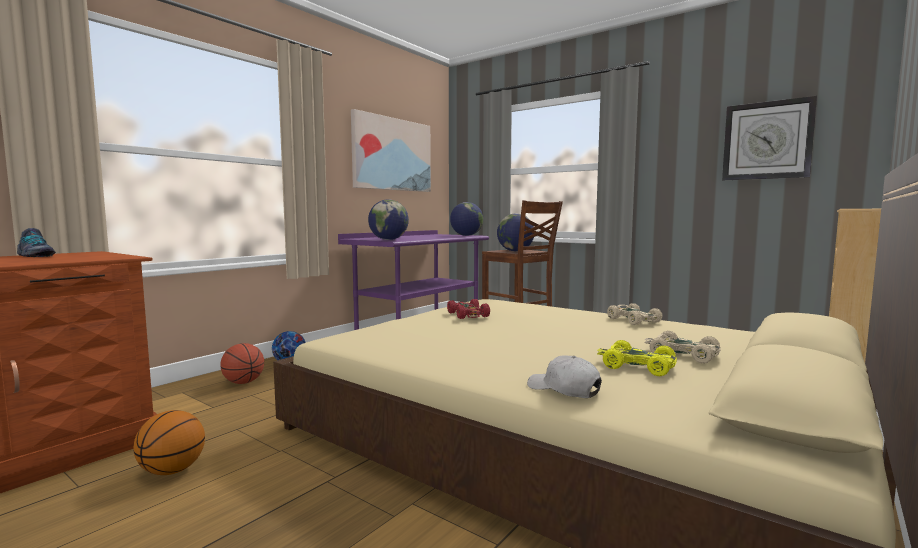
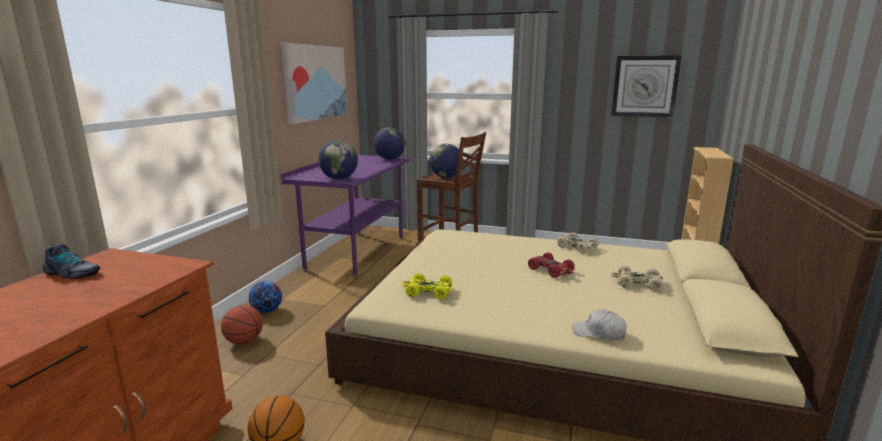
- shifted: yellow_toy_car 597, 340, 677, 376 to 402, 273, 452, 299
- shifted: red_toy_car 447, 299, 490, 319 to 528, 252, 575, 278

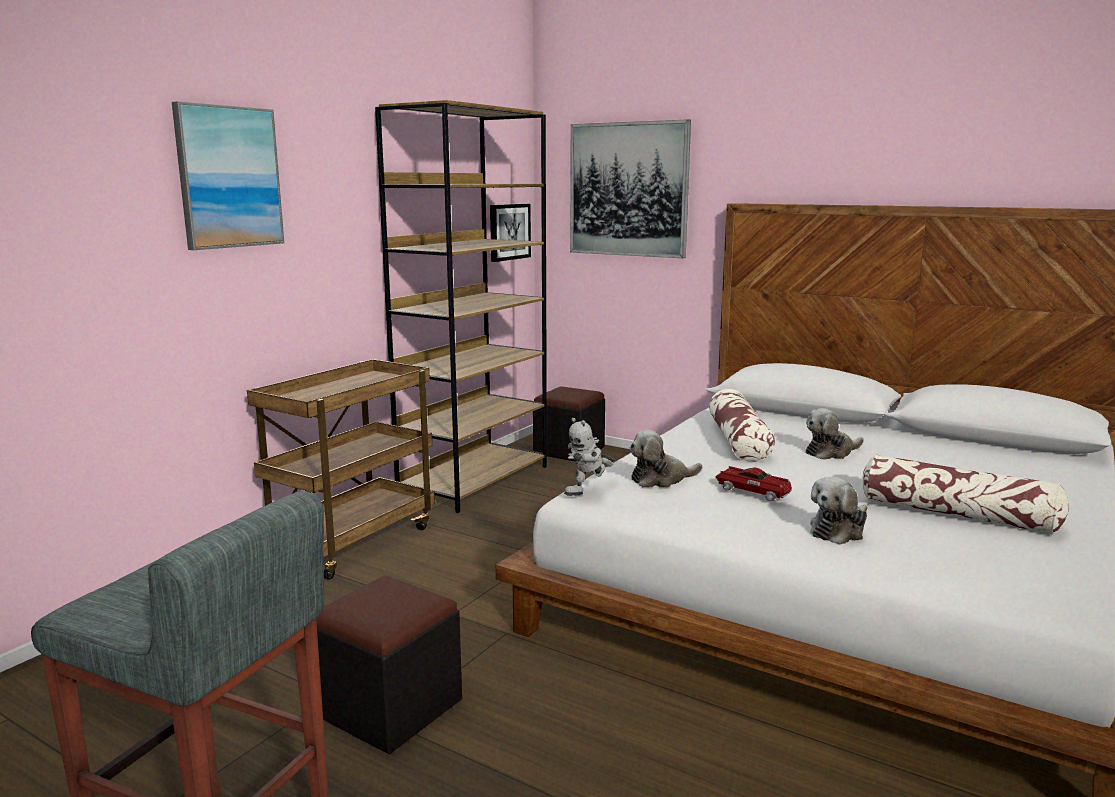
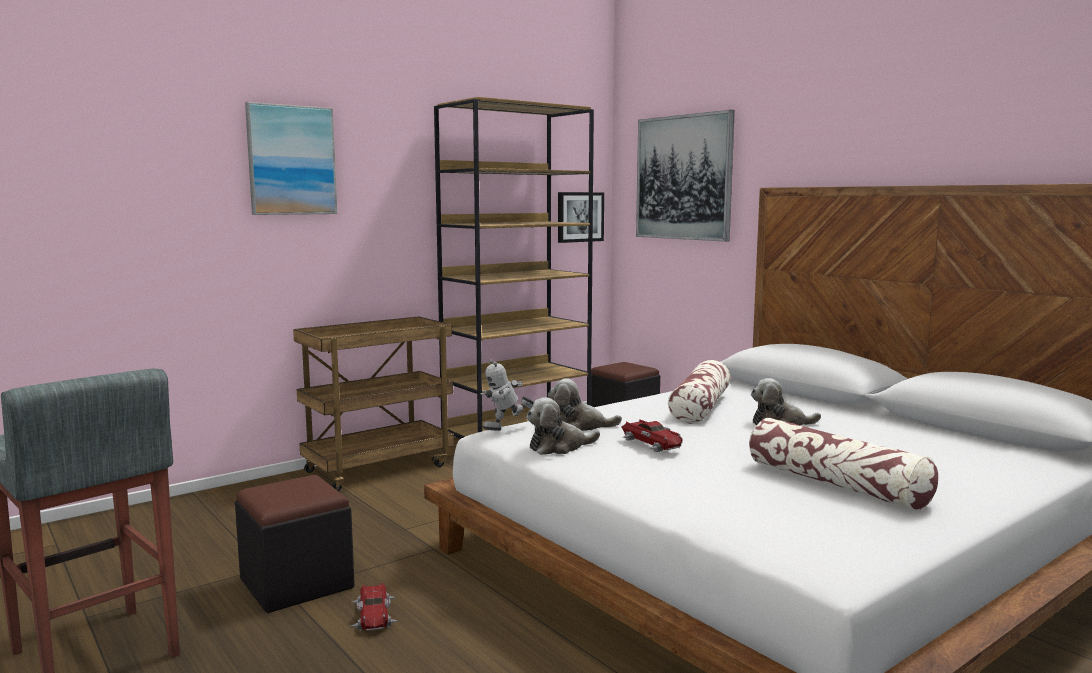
- new: toy_car 351, 582, 398, 631
- shifted: plush_toy 810, 477, 867, 545 to 526, 397, 600, 455

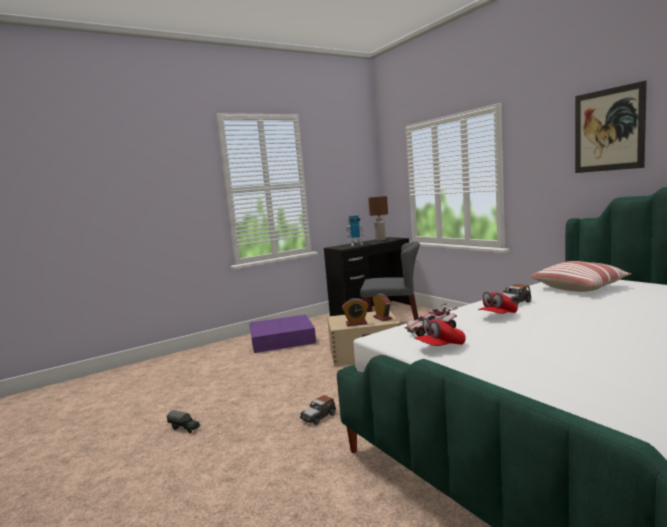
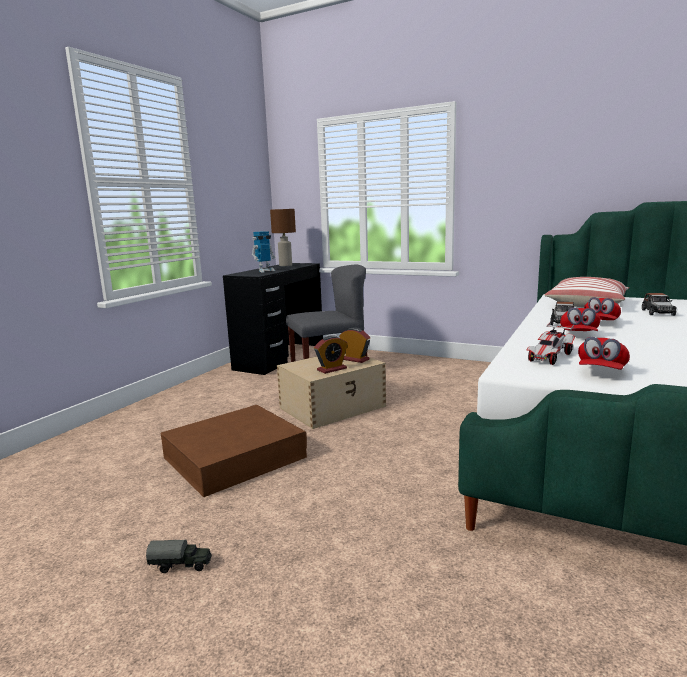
- new: brown_storage_box 160, 405, 307, 497
- new: red_cap 584, 297, 621, 320
- shifted: toy_car 300, 395, 336, 425 to 642, 293, 677, 316
- gone: purple_storage_box 249, 314, 316, 353
- gone: picture 575, 81, 647, 173

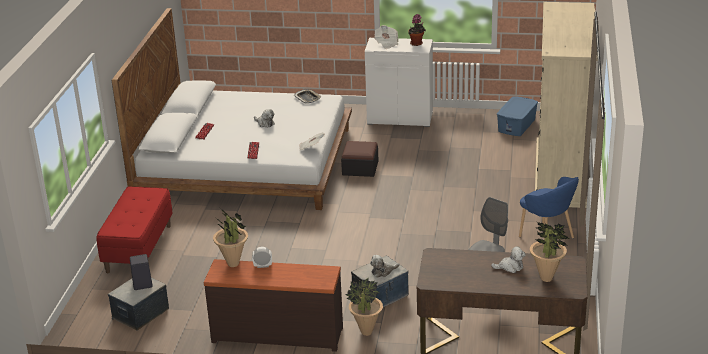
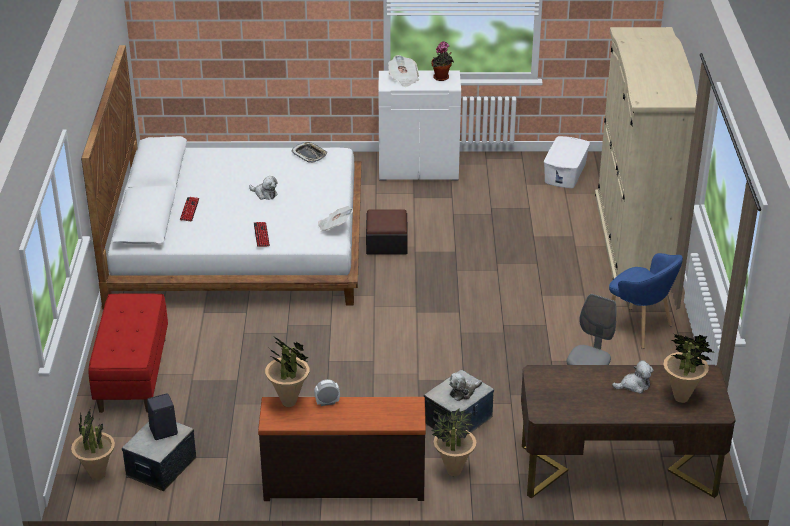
- new: potted_plant 71, 408, 115, 481
- repainted: blue_storage_box 497, 96, 538, 136 to white_storage_box 544, 136, 590, 188

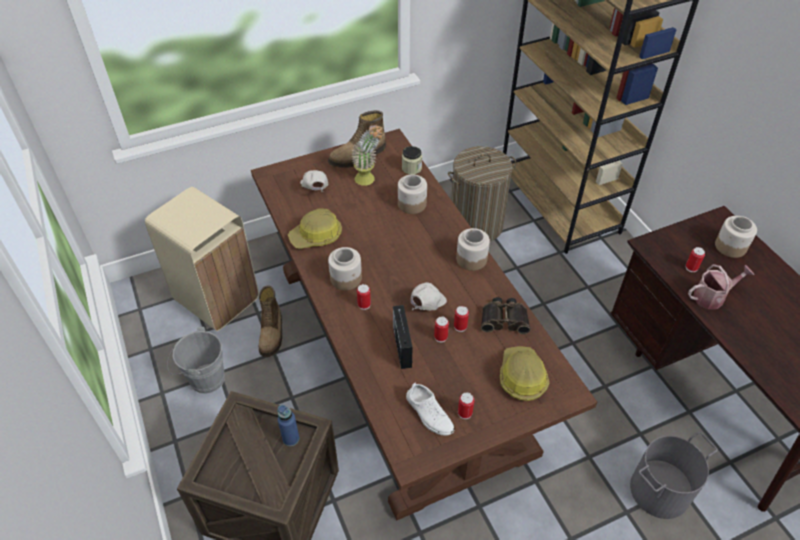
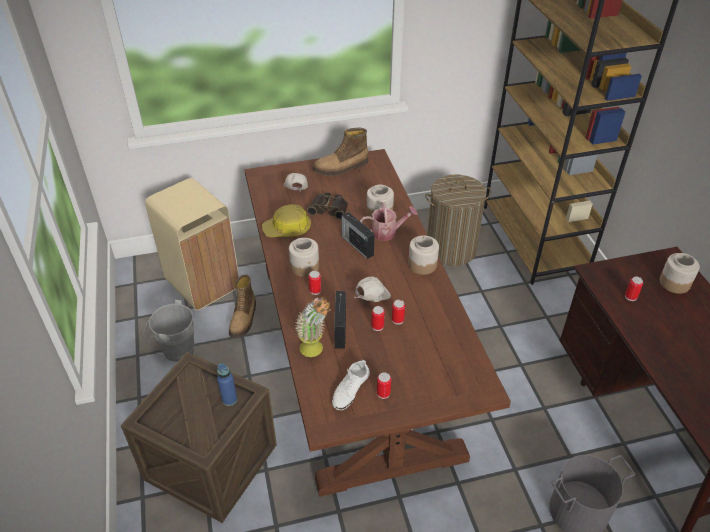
- shifted: potted_plant 351, 124, 384, 186 to 294, 297, 331, 357
- shifted: binoculars 481, 297, 530, 334 to 307, 193, 348, 220
- rotated: white_shoe 406, 382, 455, 436 = 332, 359, 370, 410 60 degrees clockwise
- new: radio 341, 212, 374, 259
- shifted: watering_can 688, 264, 754, 309 to 360, 202, 418, 241
- gone: jar 402, 146, 422, 175
- gone: hard_hat 500, 346, 549, 401

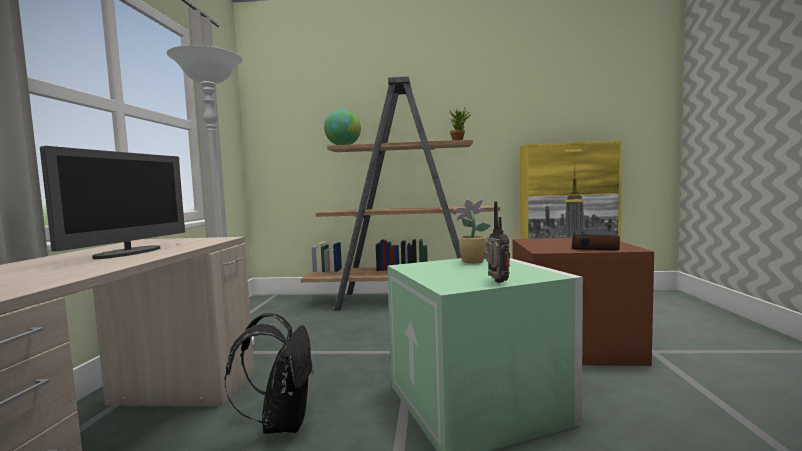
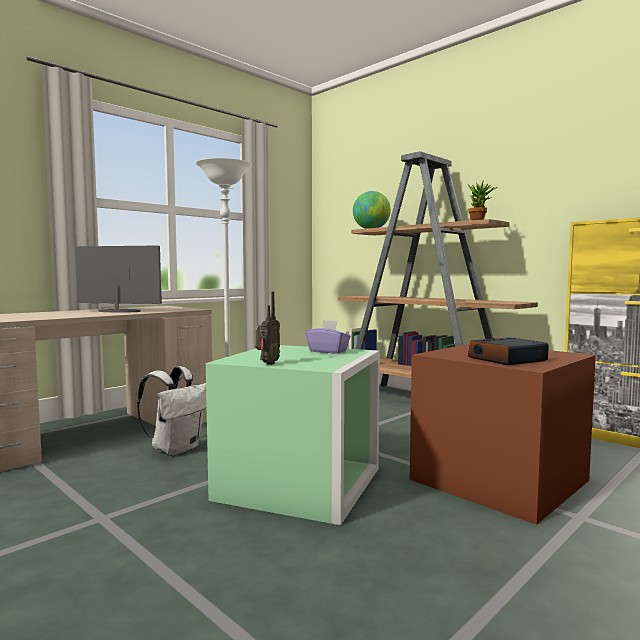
- rotated: monitor 40, 146, 185, 259 = 75, 246, 162, 312 135 degrees counterclockwise
- repainted: black_backpack 224, 313, 314, 434 to white_backpack 137, 366, 207, 455
- swapped: potted_plant 454, 199, 491, 264 to purple_tissue_box 305, 320, 351, 354

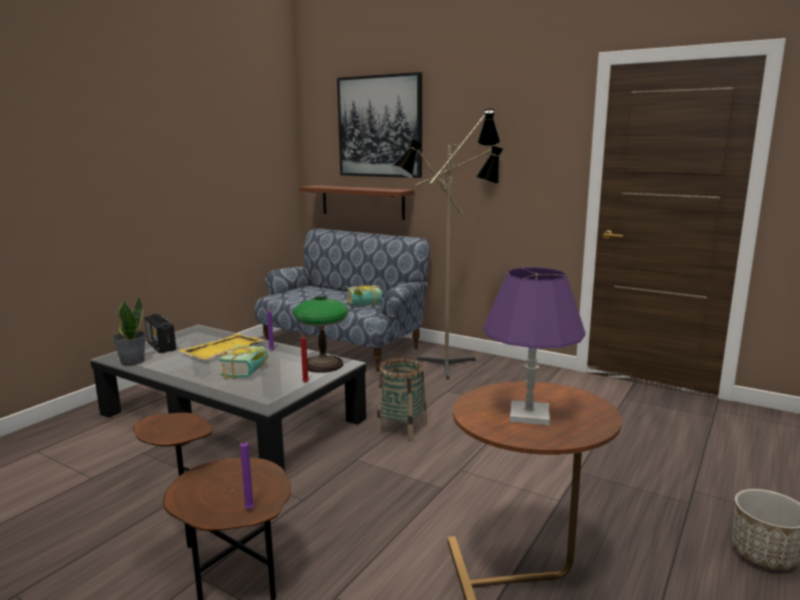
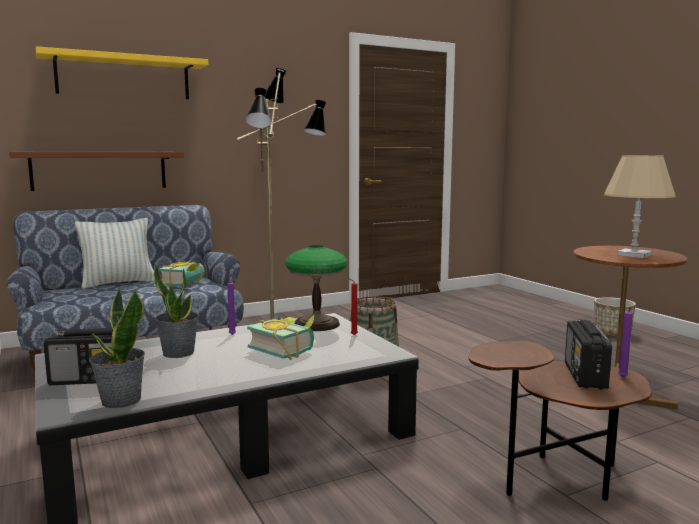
- swapped: picture 337, 72, 422, 178 to yellow_shelf 36, 46, 209, 99
- new: pillow 75, 218, 154, 289
- swapped: yellow_tray 178, 333, 263, 360 to potted_plant 153, 265, 199, 358
- new: radio 565, 320, 612, 389
- repainted: purple_table_lamp 483, 267, 585, 425 to beige_table_lamp 604, 156, 676, 258

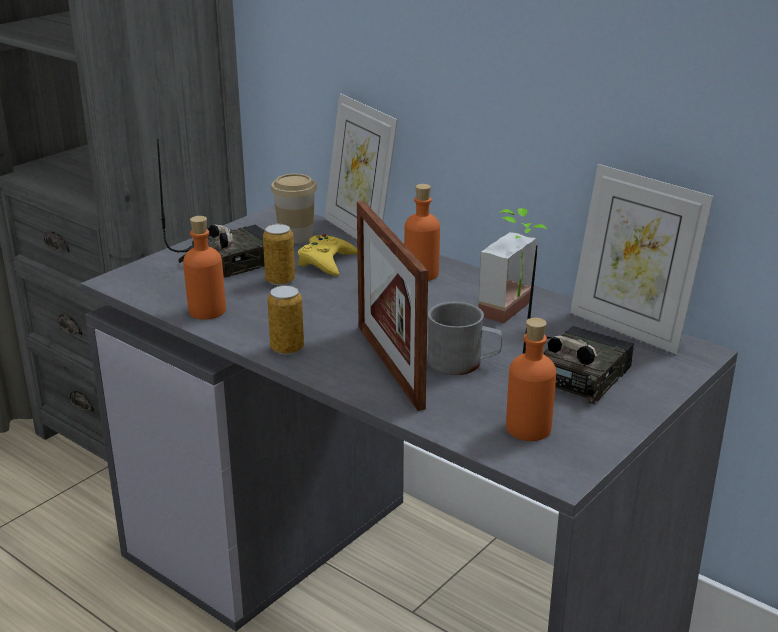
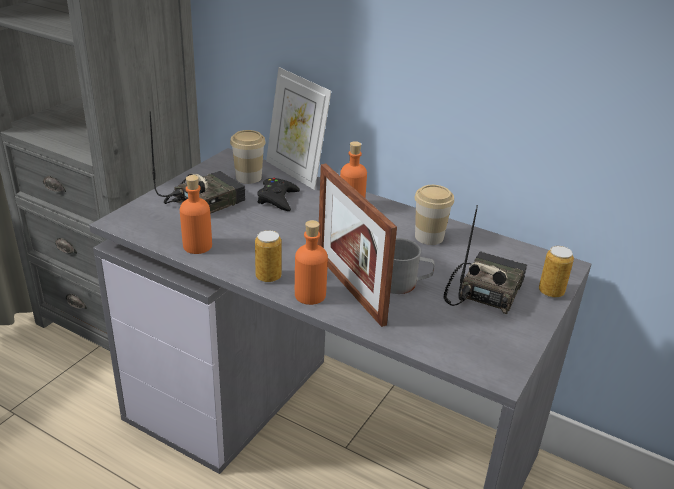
- repainted: yellow_game_controller 298, 234, 357, 276 to black_game_controller 257, 178, 300, 211
- shifted: orange_bottle 506, 318, 556, 441 to 295, 220, 328, 305
- swapped: potted_plant 478, 208, 547, 323 to cup 414, 185, 454, 245
- shifted: can 263, 224, 295, 285 to 539, 246, 574, 298
- gone: picture_frame 570, 164, 714, 354

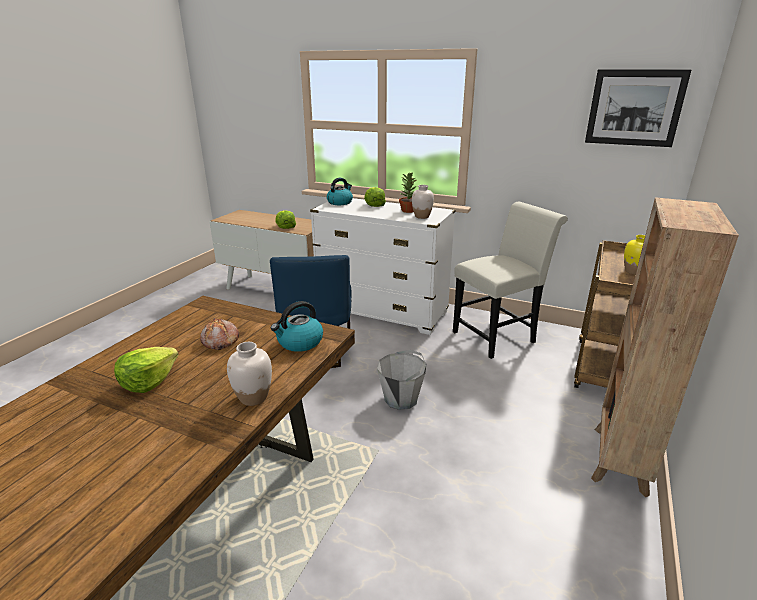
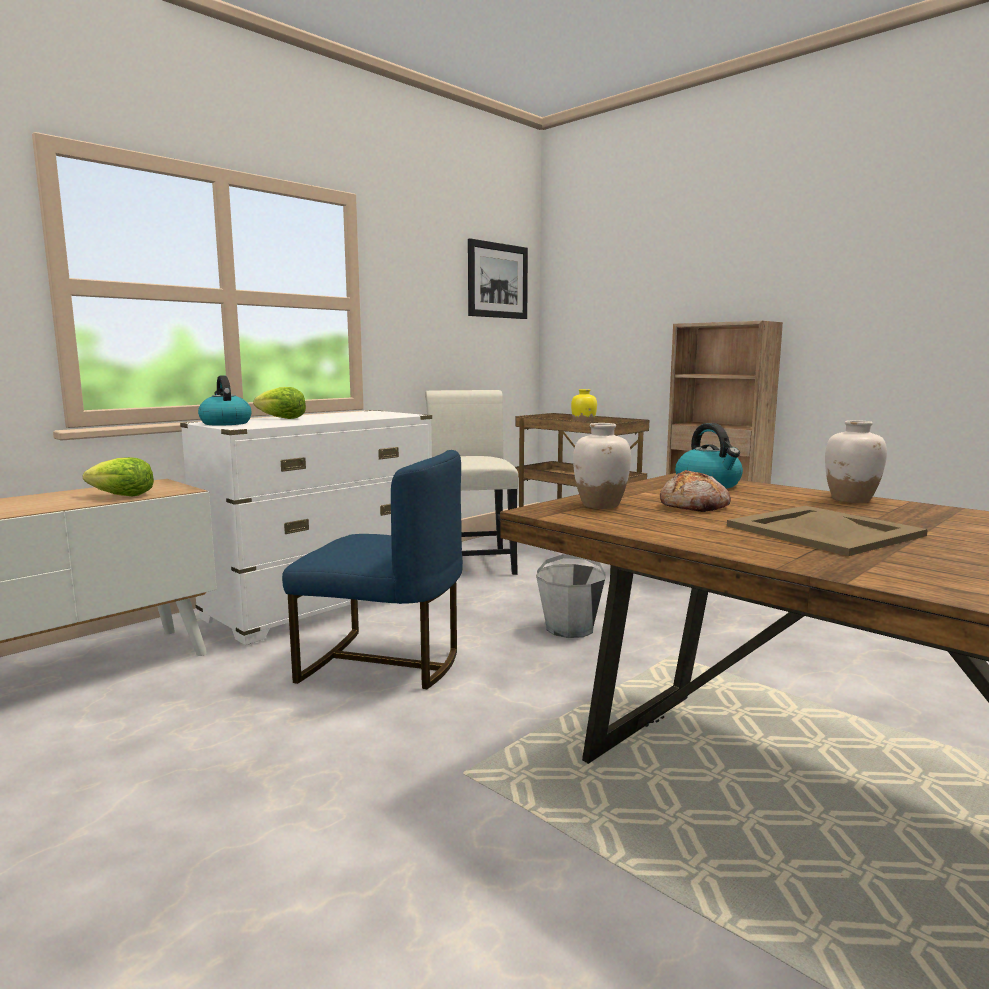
- shifted: white_vase 412, 185, 434, 219 to 573, 423, 631, 509
- swapped: lettuce 114, 347, 178, 393 to beige_tray 727, 506, 928, 556
- gone: potted_plant 399, 172, 418, 213

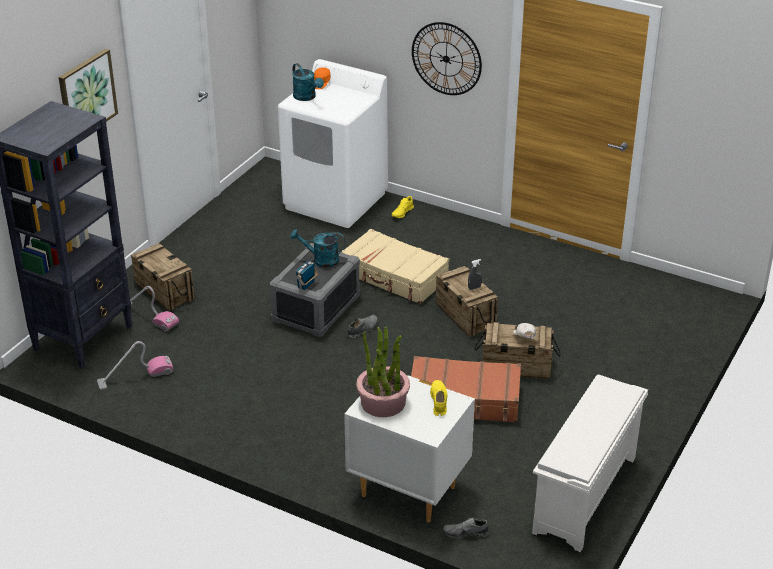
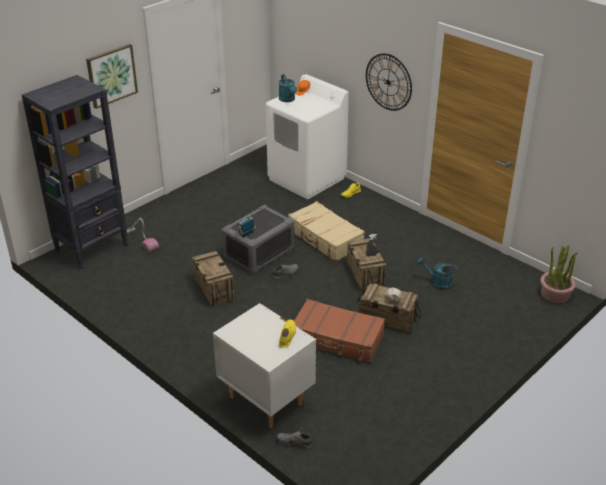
- shifted: crate 131, 243, 195, 310 to 192, 251, 234, 306
- shifted: turquoise_watering_can 290, 229, 345, 268 to 417, 257, 459, 290
- shifted: potted_plant 356, 326, 410, 417 to 540, 245, 578, 303
- gone: vacuum_cleaner 97, 341, 173, 390
- gone: white_shoe_rack 532, 374, 648, 552

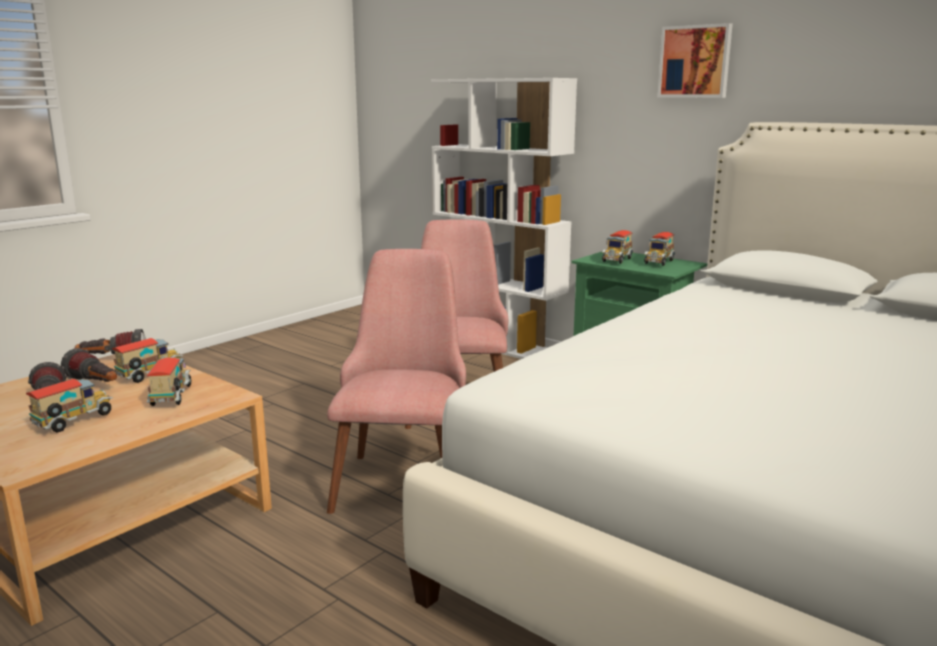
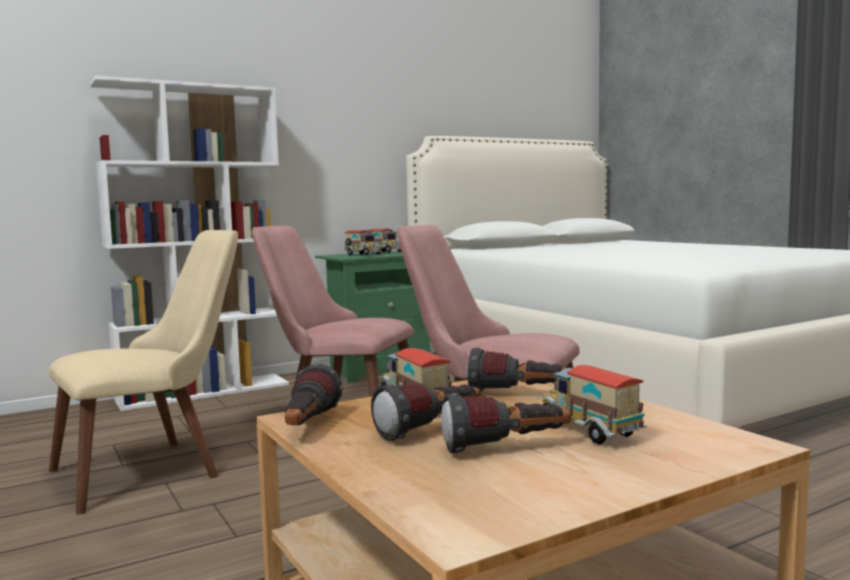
- new: beige_chair 49, 230, 238, 515
- swapped: toy_truck 147, 357, 191, 406 to flashlight 467, 347, 566, 392
- gone: picture 657, 23, 733, 98

